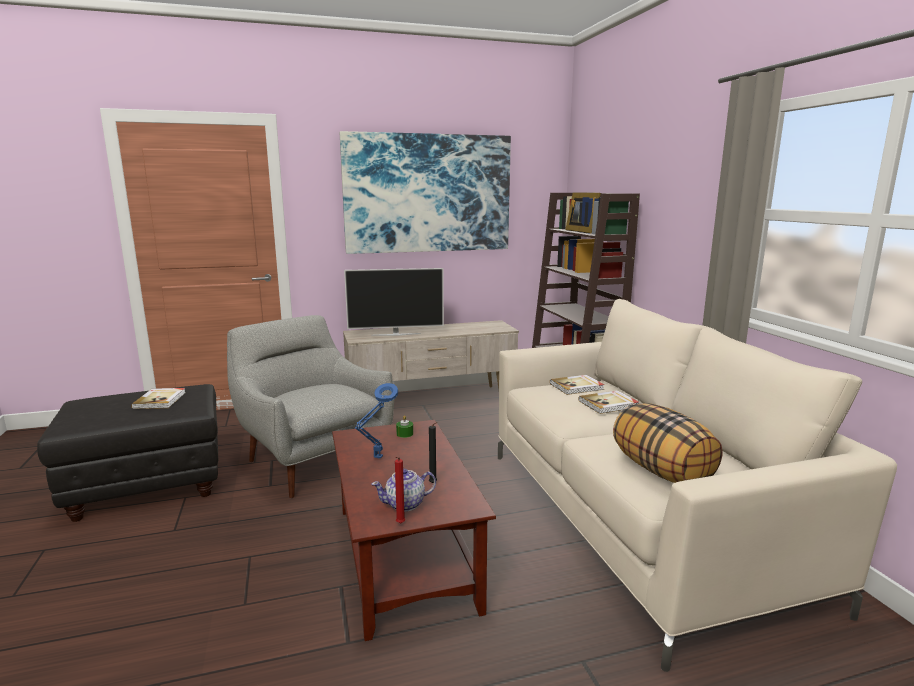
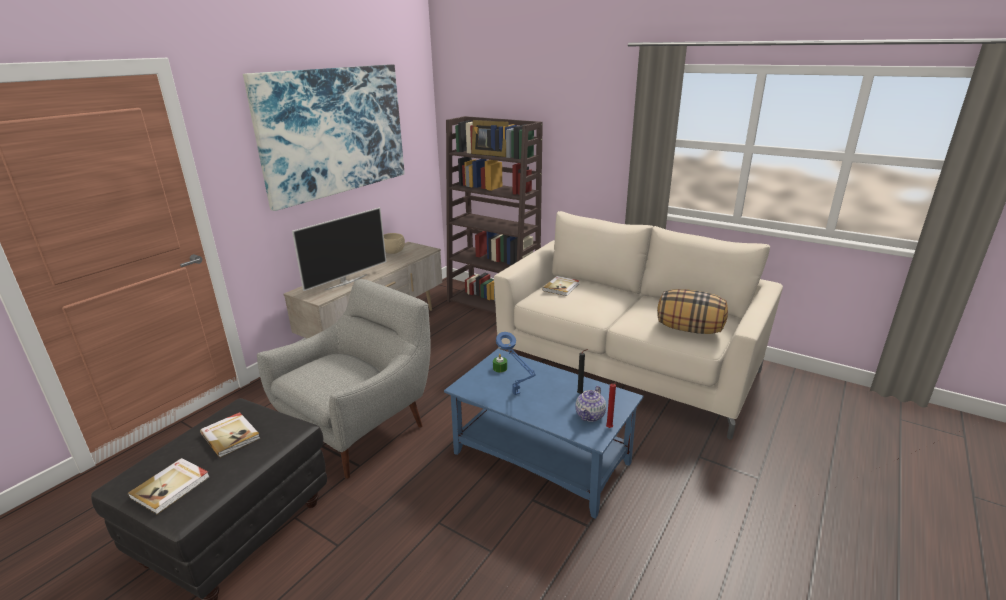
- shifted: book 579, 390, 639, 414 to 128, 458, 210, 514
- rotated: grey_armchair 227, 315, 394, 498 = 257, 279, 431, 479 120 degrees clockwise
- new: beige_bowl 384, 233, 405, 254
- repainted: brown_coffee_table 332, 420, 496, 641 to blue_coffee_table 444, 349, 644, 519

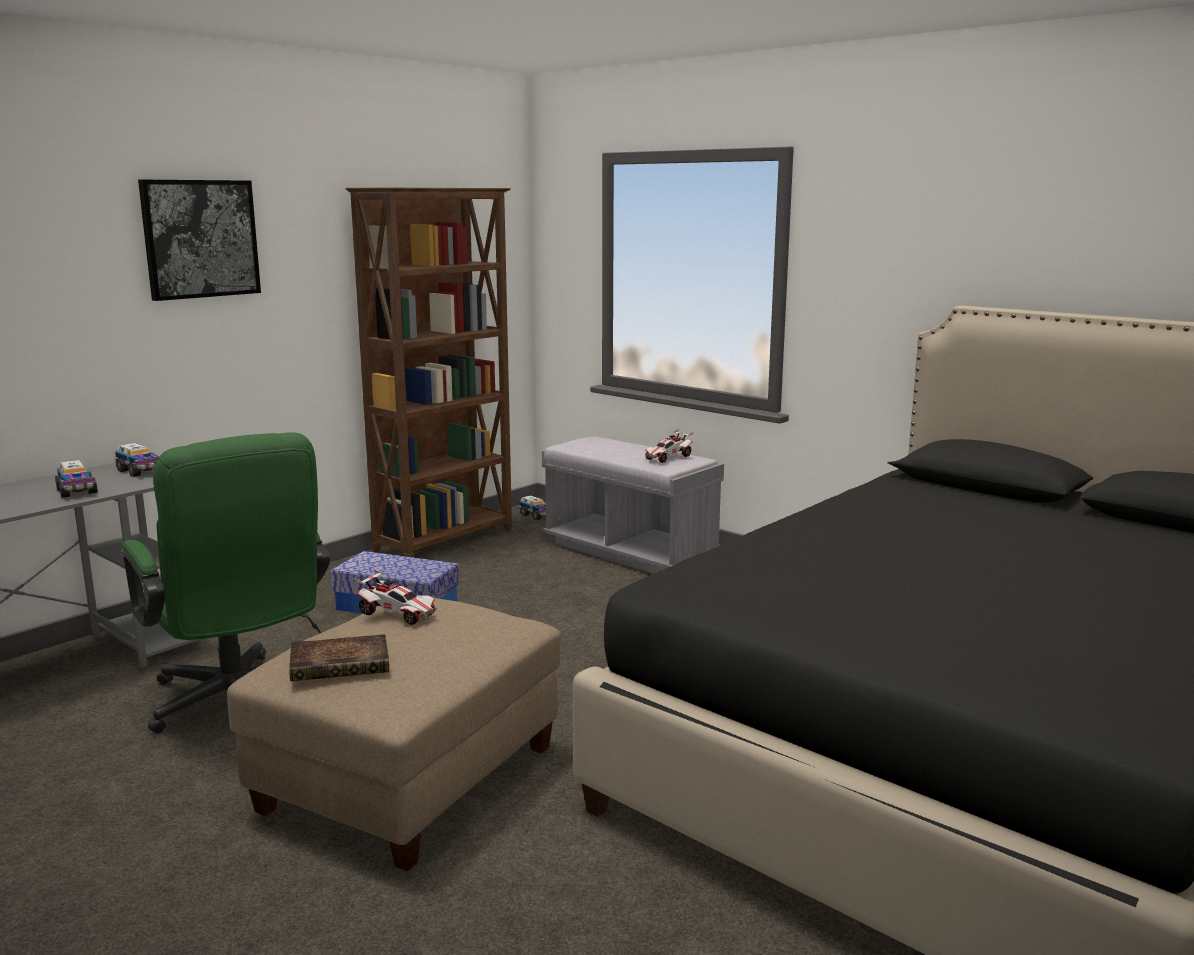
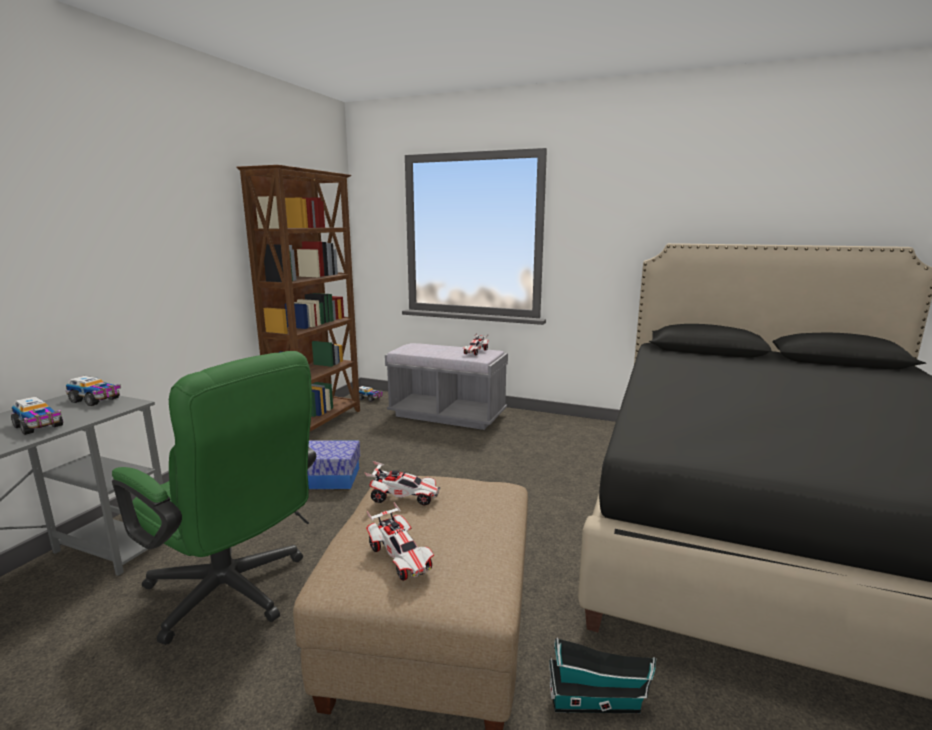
- swapped: book 289, 634, 389, 681 to toy_car 366, 502, 434, 581
- new: toy_house 549, 638, 656, 713
- gone: picture 138, 180, 261, 301

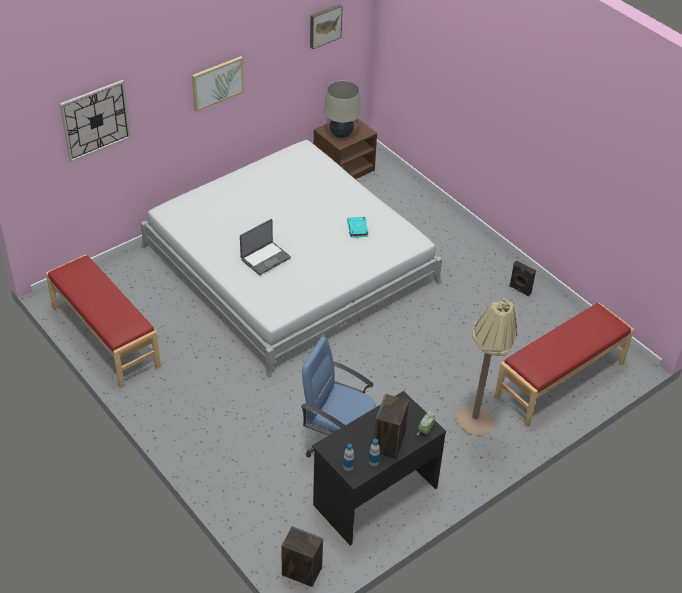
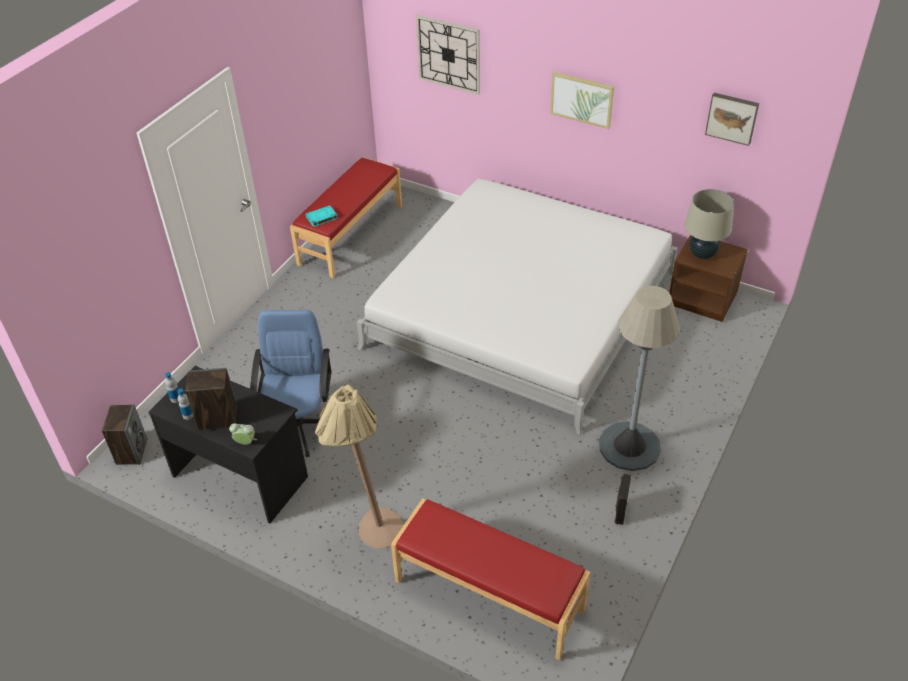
- shifted: turquoise_book 347, 217, 369, 237 to 306, 206, 338, 227
- new: grey_floor_lamp 599, 286, 680, 471
- gone: laptop 240, 219, 291, 275

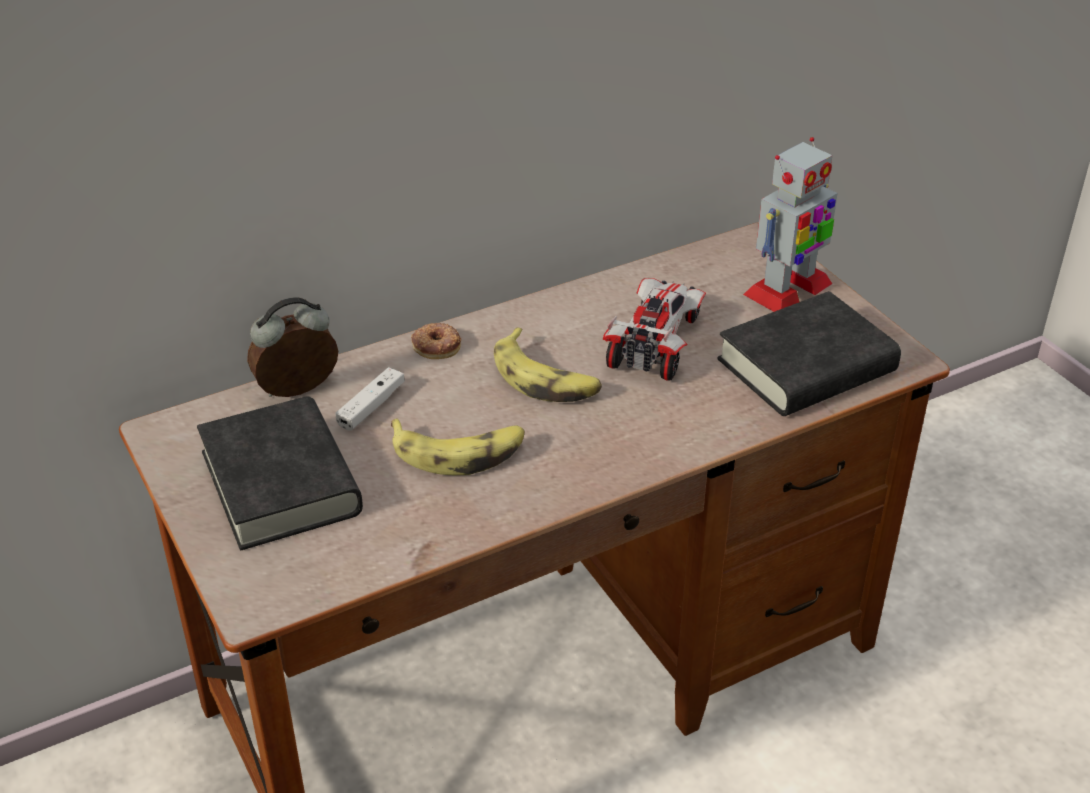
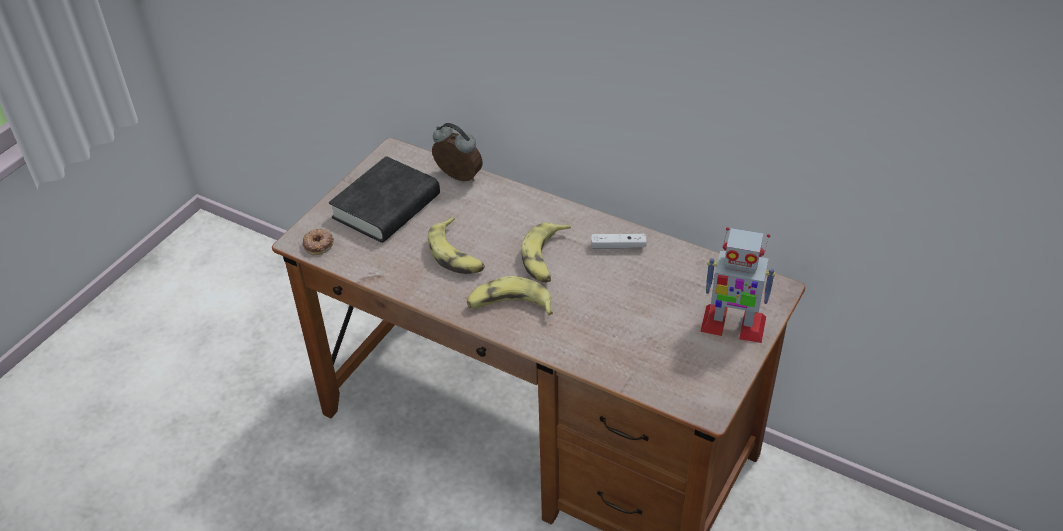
- shifted: donut 411, 323, 461, 359 to 303, 229, 334, 255
- new: banana 467, 276, 553, 315
- shifted: white_game_controller 335, 367, 405, 431 to 591, 234, 647, 249
- gone: toy_car 603, 278, 706, 381
- gone: black_book 717, 291, 901, 416

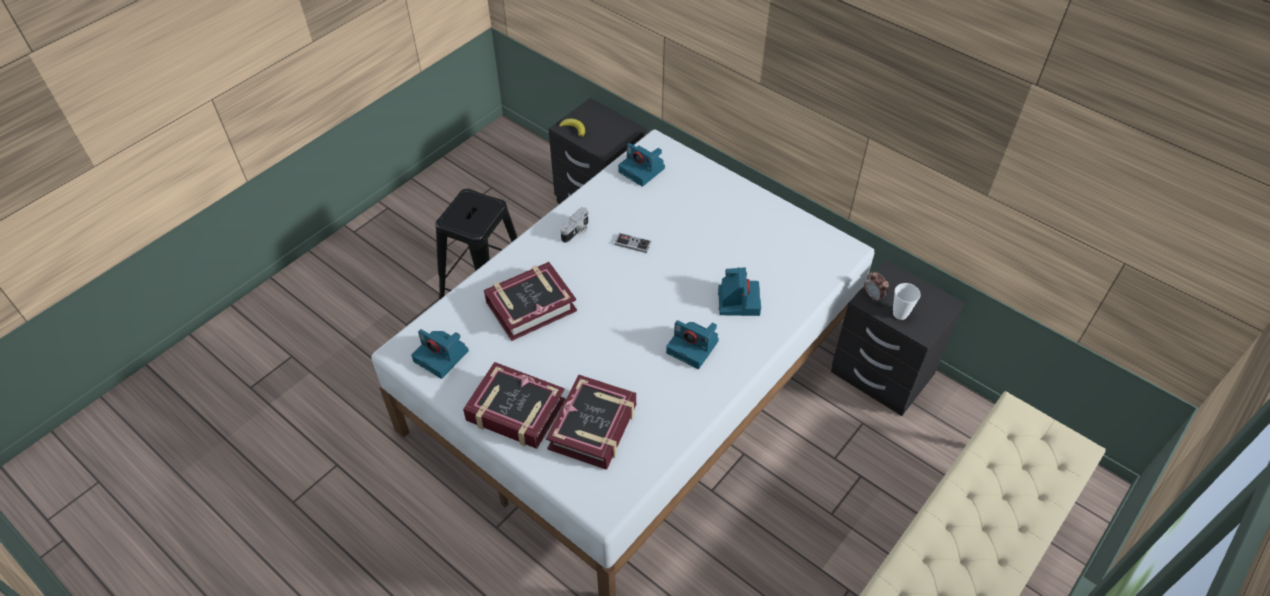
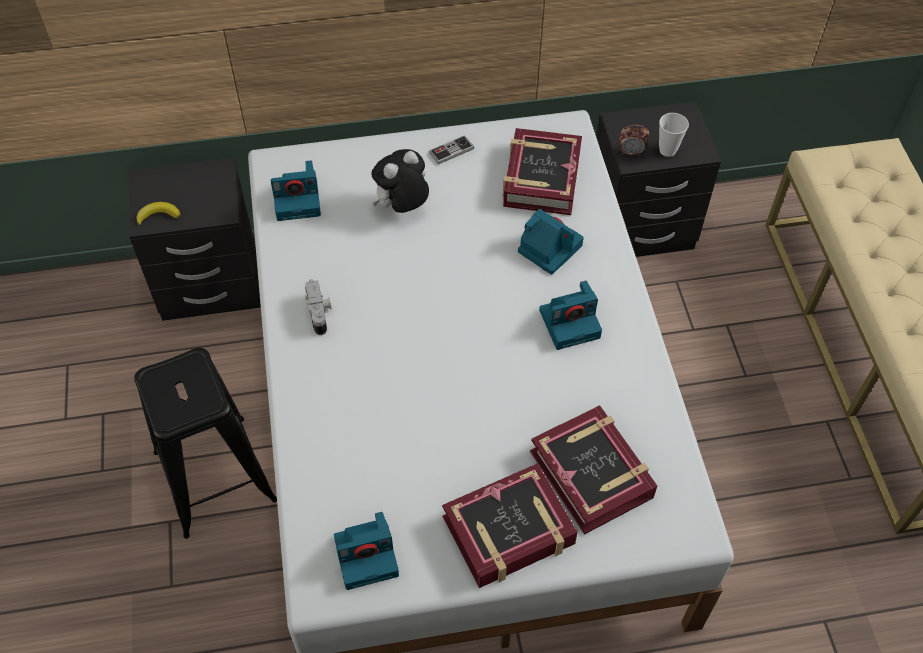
- new: plush_toy 371, 149, 429, 213
- shifted: game_controller 614, 233, 652, 253 to 429, 135, 474, 165
- shifted: book 484, 262, 577, 341 to 503, 128, 582, 215

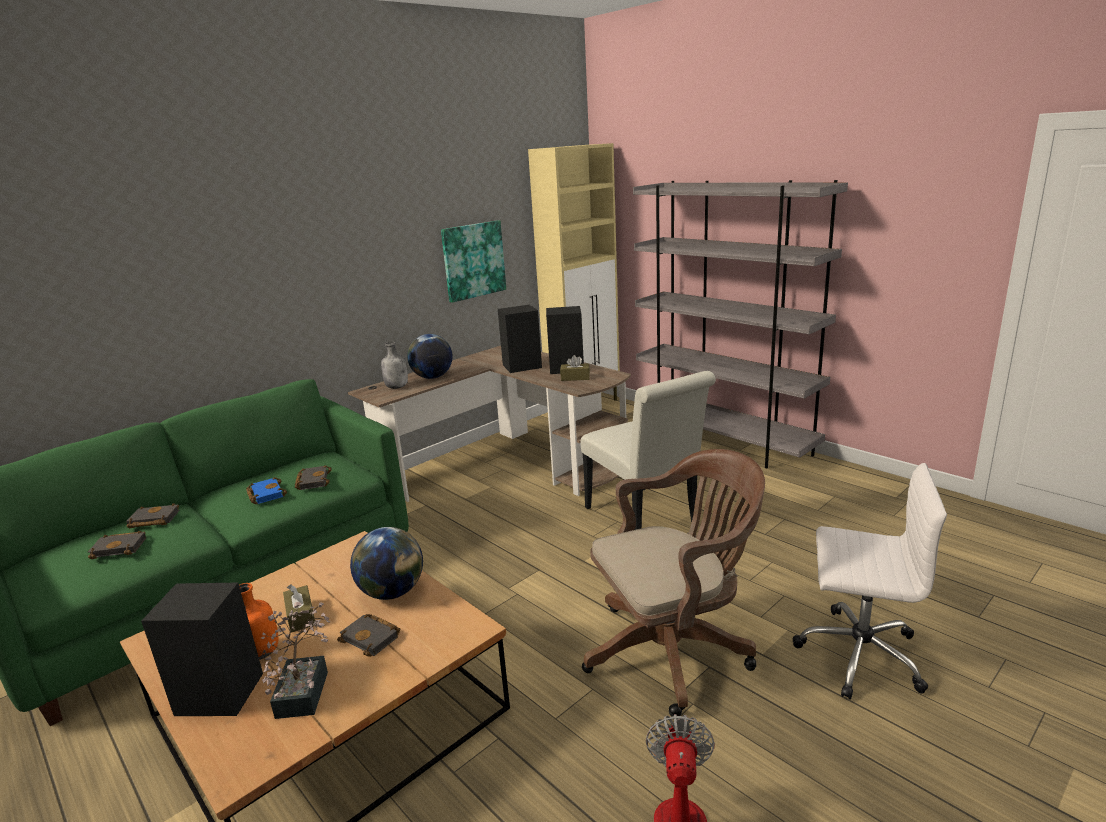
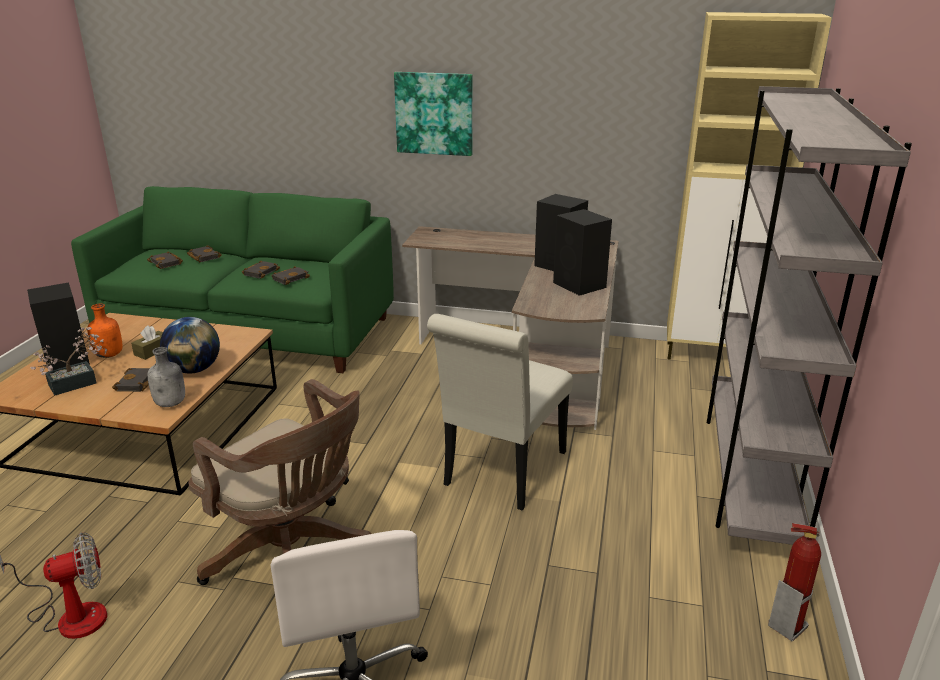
- shifted: grey_bottle 381, 342, 408, 389 to 147, 347, 185, 407
- repainted: blue_book 246, 477, 287, 504 to black_book 242, 261, 280, 279
- shifted: picture 441, 220, 506, 303 to 394, 72, 473, 156
- new: fire_extinguisher 768, 523, 821, 641
- gone: globe 407, 334, 453, 379
- gone: brown_tissue_box 560, 355, 590, 381

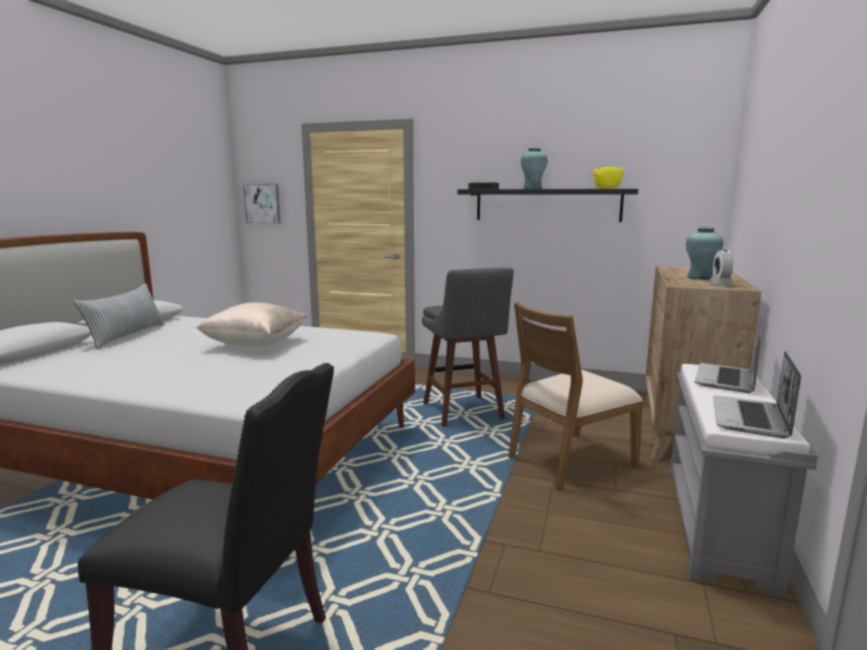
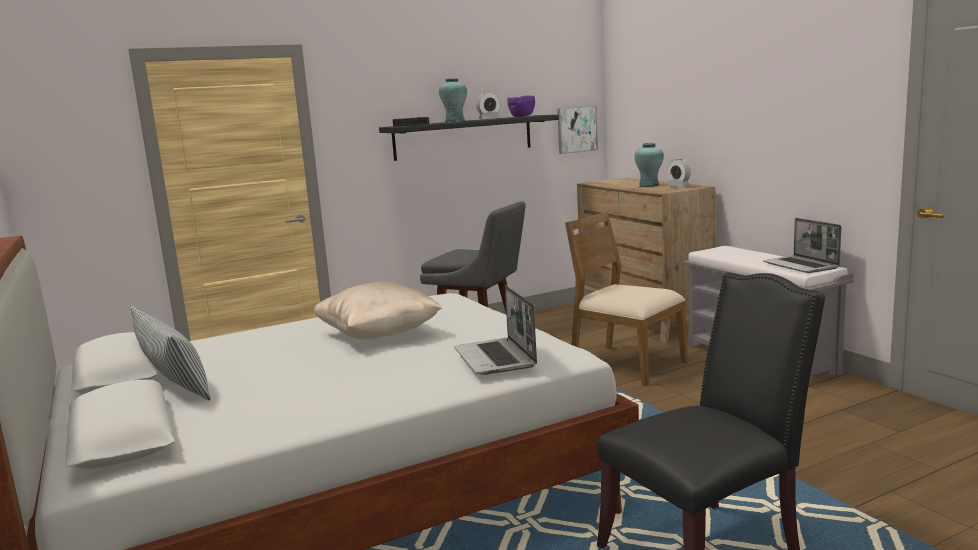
- shifted: laptop 695, 325, 761, 393 to 454, 285, 537, 375
- new: alarm_clock 476, 92, 501, 119
- repainted: yellow_bowl 593, 167, 623, 189 to purple_bowl 508, 95, 535, 117
- shifted: picture 243, 184, 281, 223 to 557, 106, 598, 154
- rotated: brown_chair 508, 302, 643, 491 = 565, 212, 688, 386 120 degrees clockwise

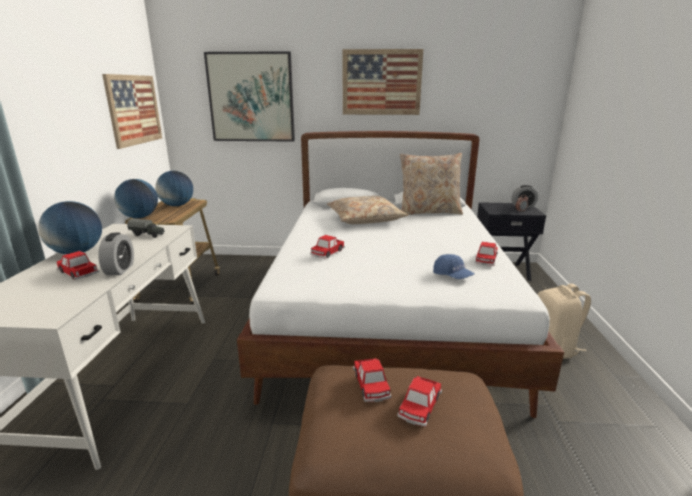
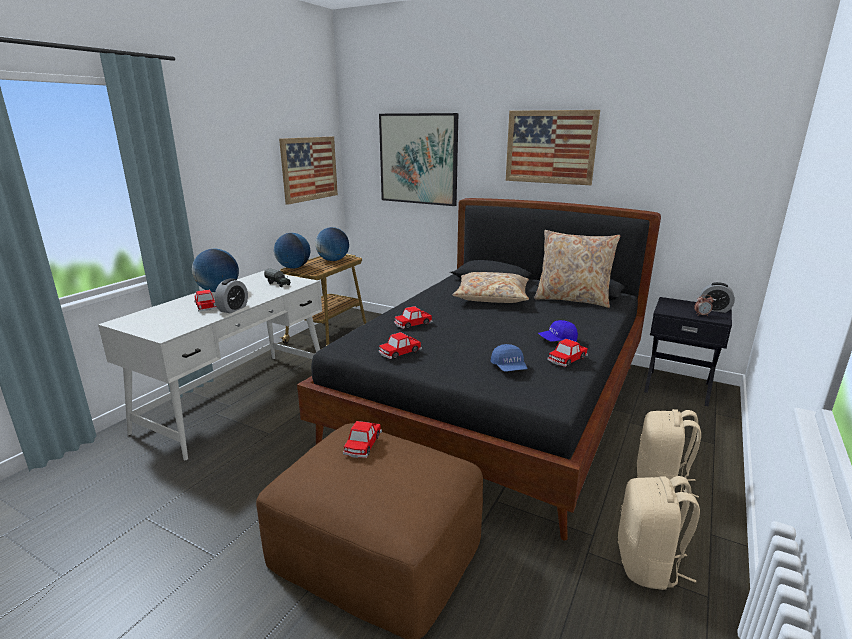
- repainted: white_bed 237, 131, 564, 418 to black_bed 297, 198, 661, 541
- shifted: toy_car 397, 376, 442, 427 to 379, 332, 422, 359
- new: blue_cap 538, 320, 578, 342
- new: beige_backpack 618, 476, 700, 590

